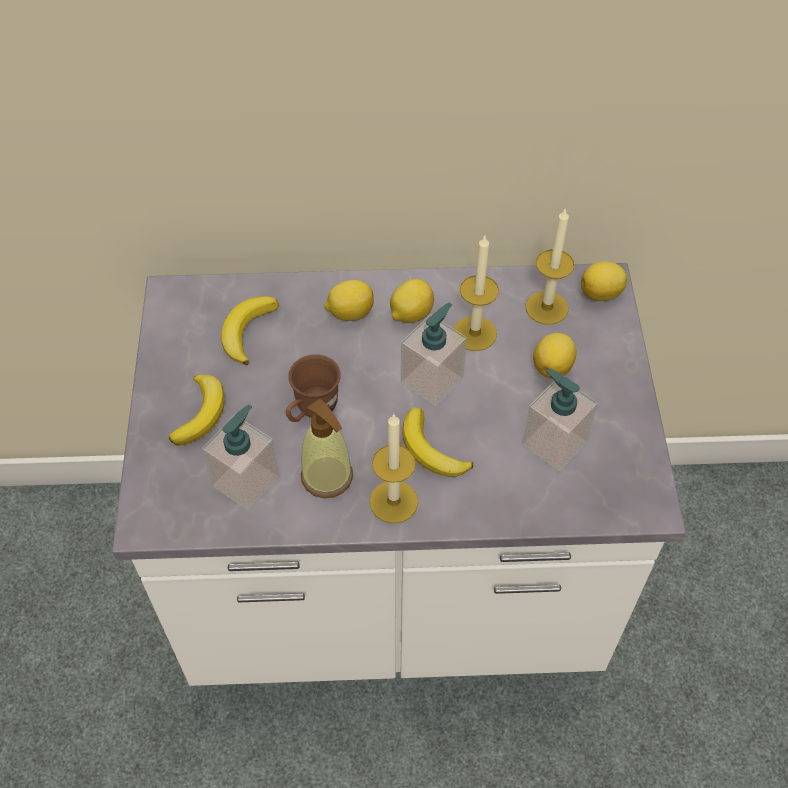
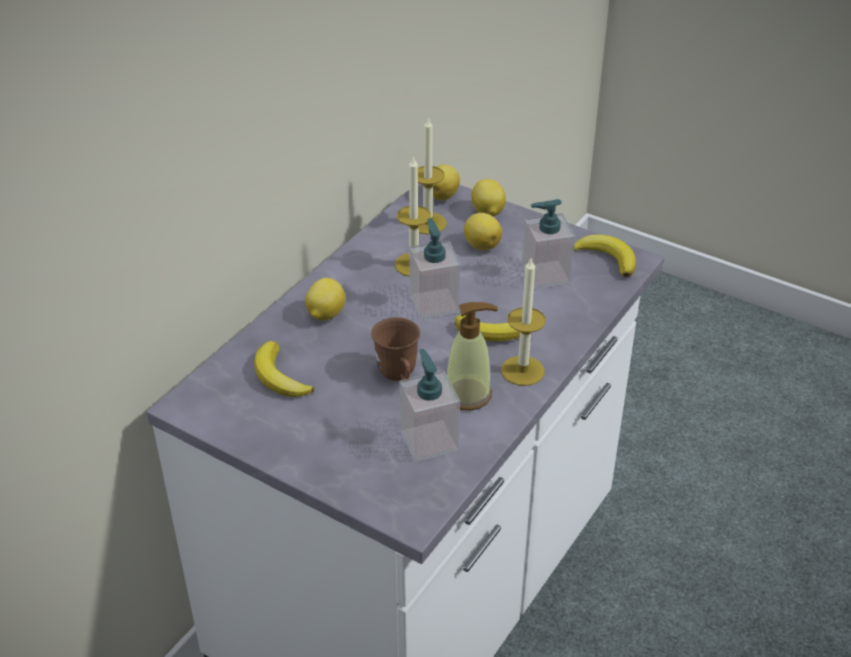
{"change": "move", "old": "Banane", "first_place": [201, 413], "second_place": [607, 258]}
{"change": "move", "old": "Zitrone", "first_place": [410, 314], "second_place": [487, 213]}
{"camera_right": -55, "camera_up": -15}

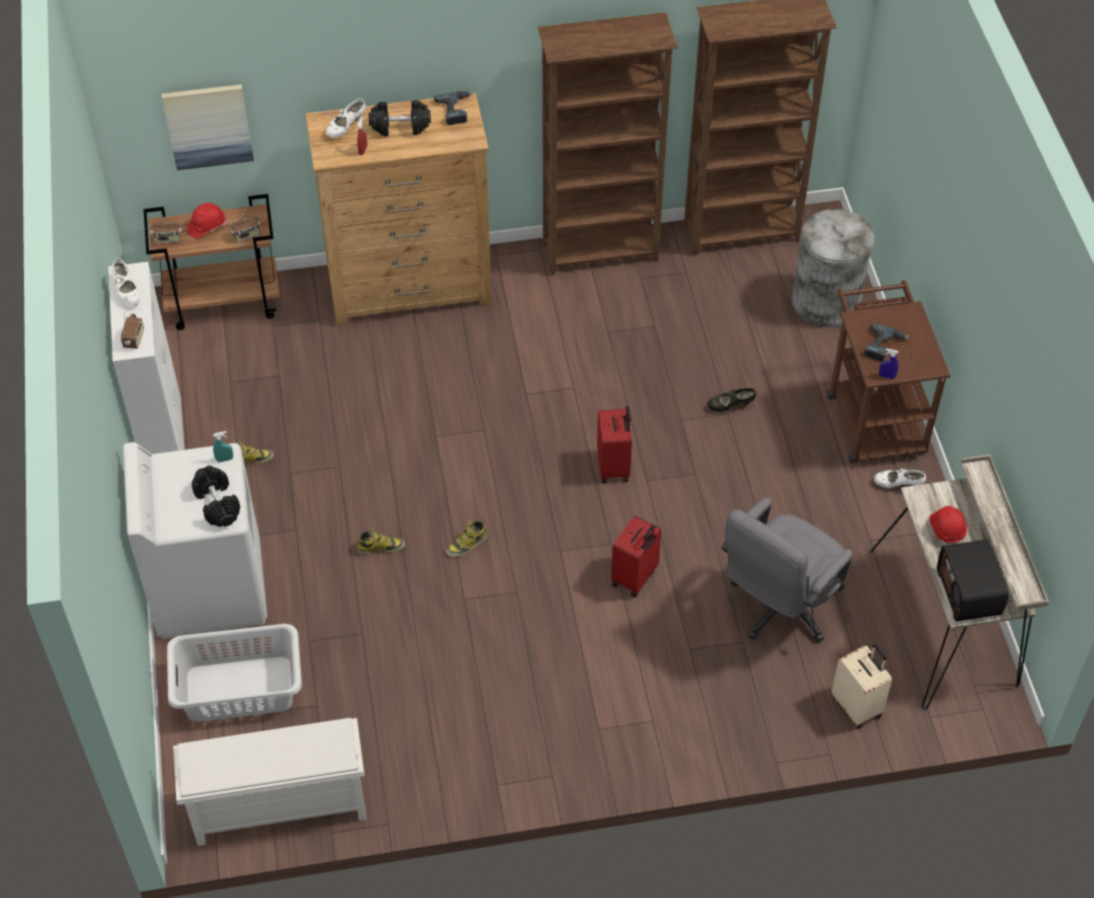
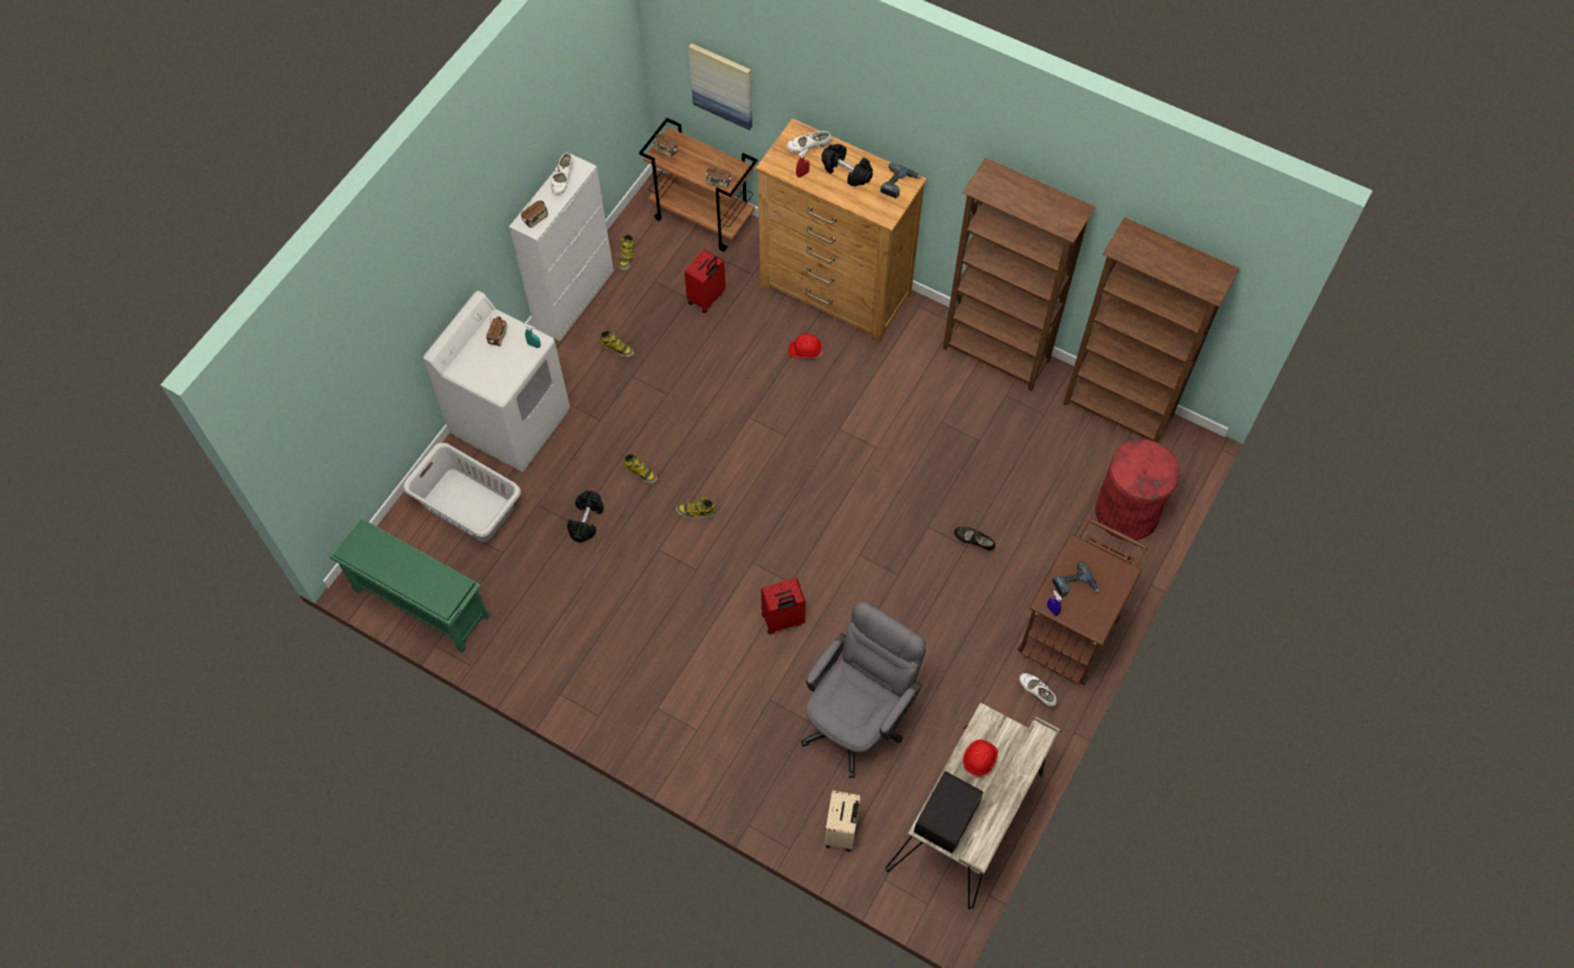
{"change": "recolor", "old": "Schuhregal (weiß)", "new": "Schuhregal (grün)", "first_place": [278, 808], "second_place": [419, 603]}
{"change": "move", "old": "Schutzhelm (rot)", "first_place": [207, 226], "second_place": [805, 351]}
{"change": "move", "old": "Hantel (schwarz)", "first_place": [218, 504], "second_place": [586, 521]}
{"change": "move", "old": "Koffer (rot)", "first_place": [614, 467], "second_place": [707, 298]}
{"change": "rotate", "old": "Bürostuhl (grau)", "first_place": [778, 608], "second_place": [858, 718], "degrees": 135}
{"change": "recolor", "old": "Mülleimer (grau)", "new": "Mülleimer (rot)", "first_place": [826, 302], "second_place": [1127, 512]}
{"change": "insert", "new": "Radio", "second_place": [498, 336]}
{"change": "insert", "new": "Stiefel", "second_place": [627, 256]}
{"camera_right": 40, "camera_up": 10}

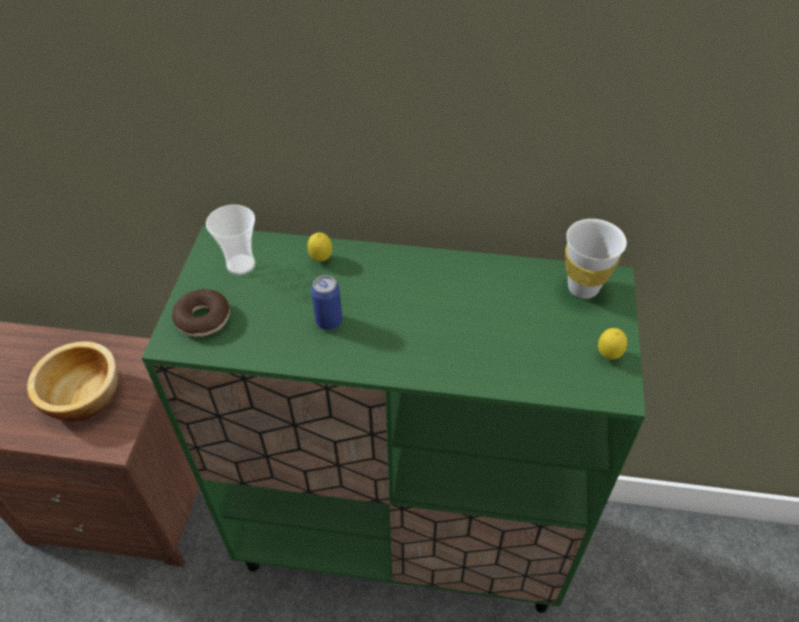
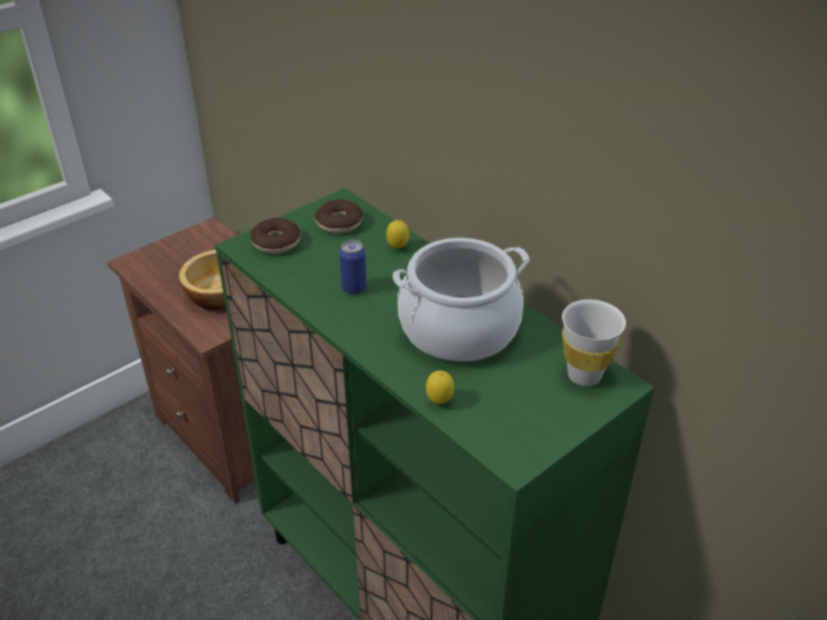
{"change": "replace", "old": "Tasse", "new": "Donut", "first_place": [241, 264], "second_place": [339, 223]}
{"change": "move", "old": "Zitrone", "first_place": [608, 356], "second_place": [439, 402]}
{"change": "insert", "new": "Kochtopf", "second_place": [458, 329]}
{"camera_right": 40, "camera_up": -10}

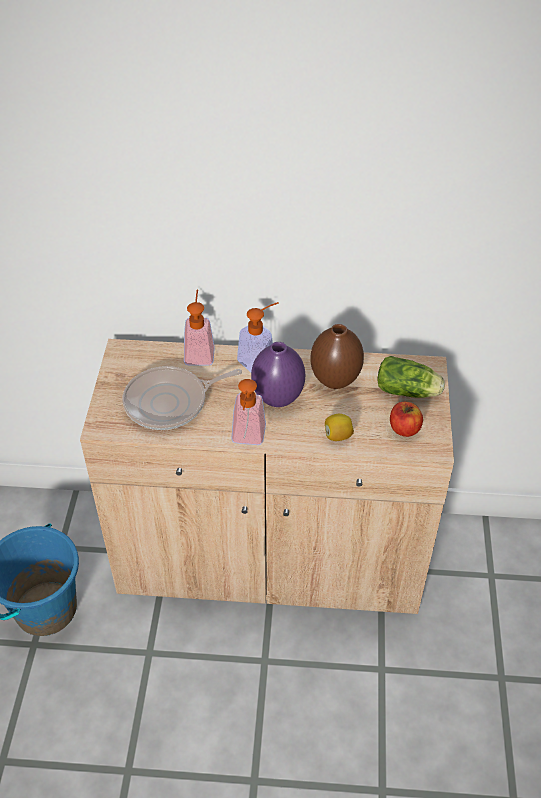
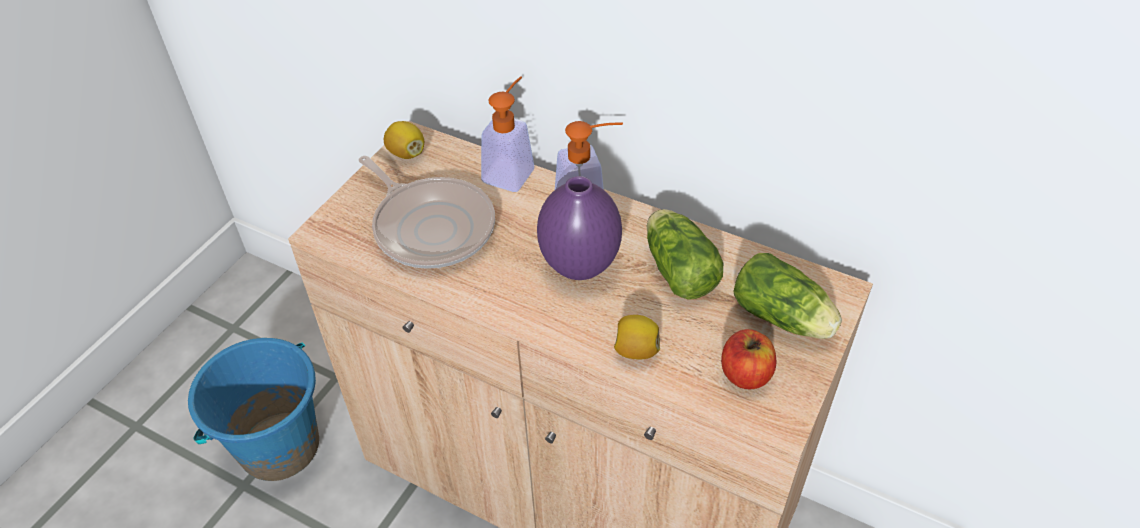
{"change": "rotate", "old": "Pfanne", "first_place": [170, 402], "second_place": [431, 226], "degrees": -135}
{"change": "delete", "old": "Seifenspender", "first_place": [248, 439]}
{"change": "replace", "old": "Vase (braun)", "new": "Salatkopf", "first_place": [335, 381], "second_place": [677, 268]}
{"change": "insert", "new": "Zitrone", "second_place": [406, 153]}
{"camera_right": 25, "camera_up": 0}

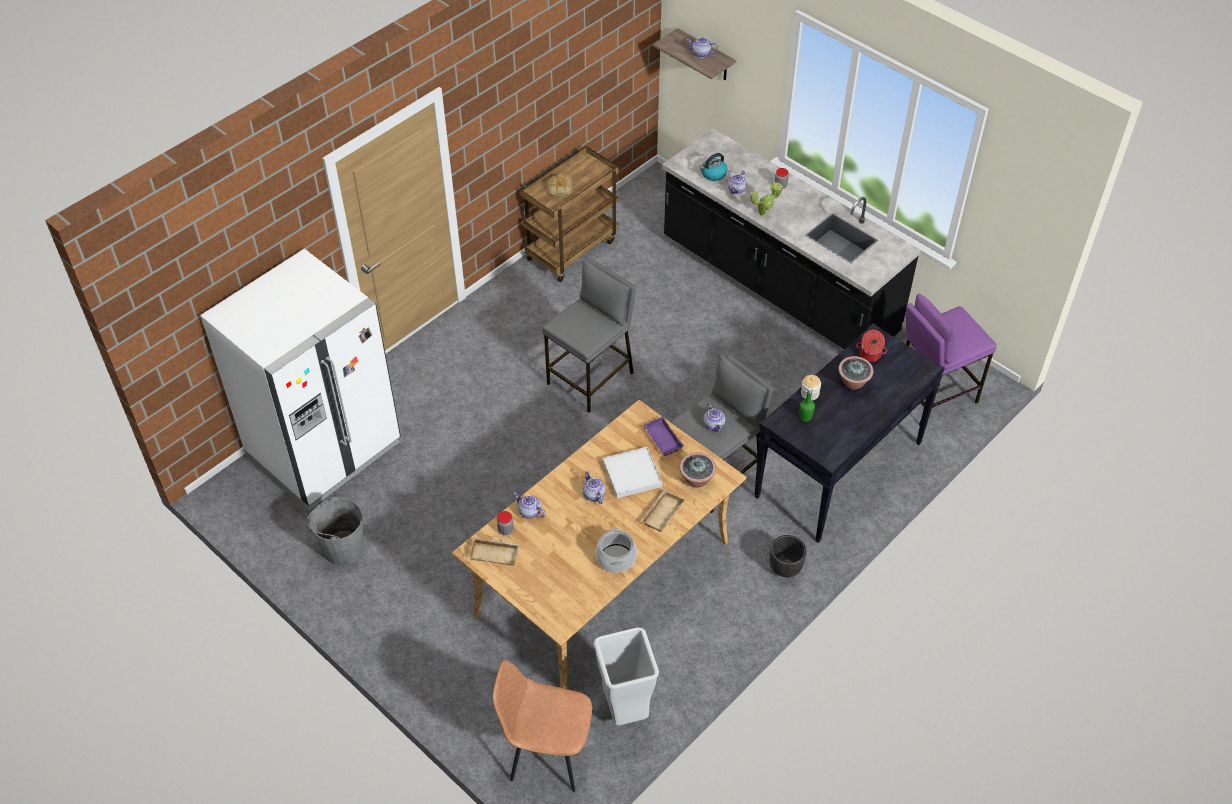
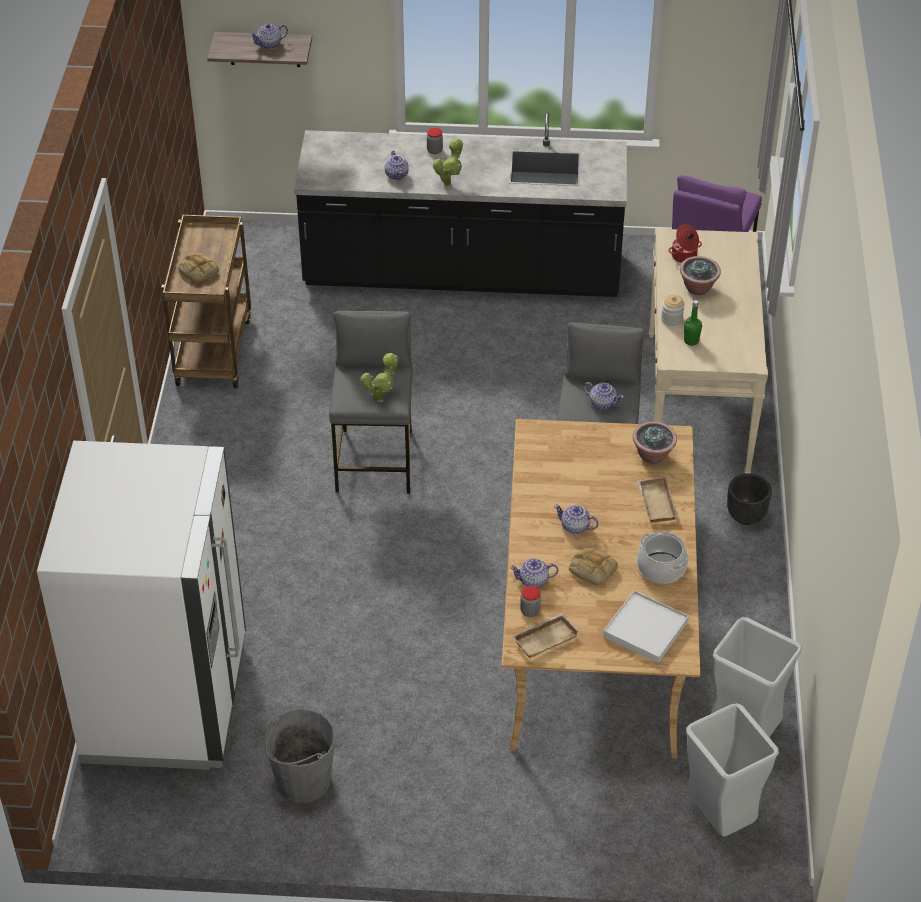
{"change": "replace", "old": "Stuhl (braun)", "new": "Mülleimer (grau)", "first_place": [547, 752], "second_place": [719, 818]}
{"change": "move", "old": "Tablett (weiß)", "first_place": [632, 474], "second_place": [645, 629]}
{"change": "delete", "old": "Tablett (lila)", "first_place": [661, 439]}
{"change": "delete", "old": "Wasserkessel", "first_place": [713, 174]}
{"change": "recolor", "old": "Konsolentisch (schwarz)", "new": "Konsolentisch (beige)", "first_place": [838, 470], "second_place": [697, 404]}
{"change": "insert", "new": "Topfpflanze", "second_place": [381, 398]}
{"change": "insert", "new": "Brot", "second_place": [591, 569]}
{"camera_right": -40, "camera_up": -5}

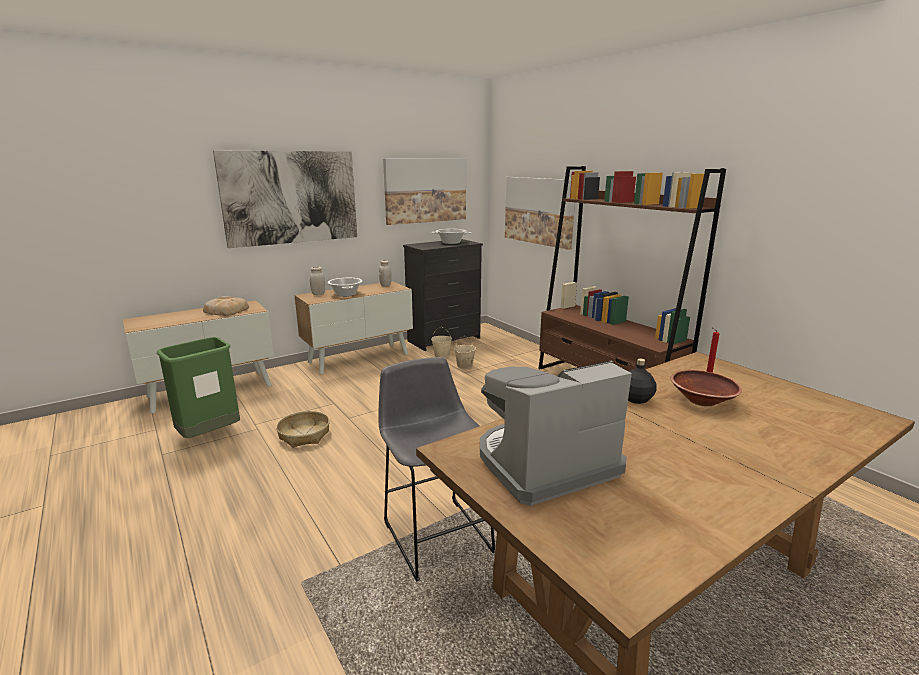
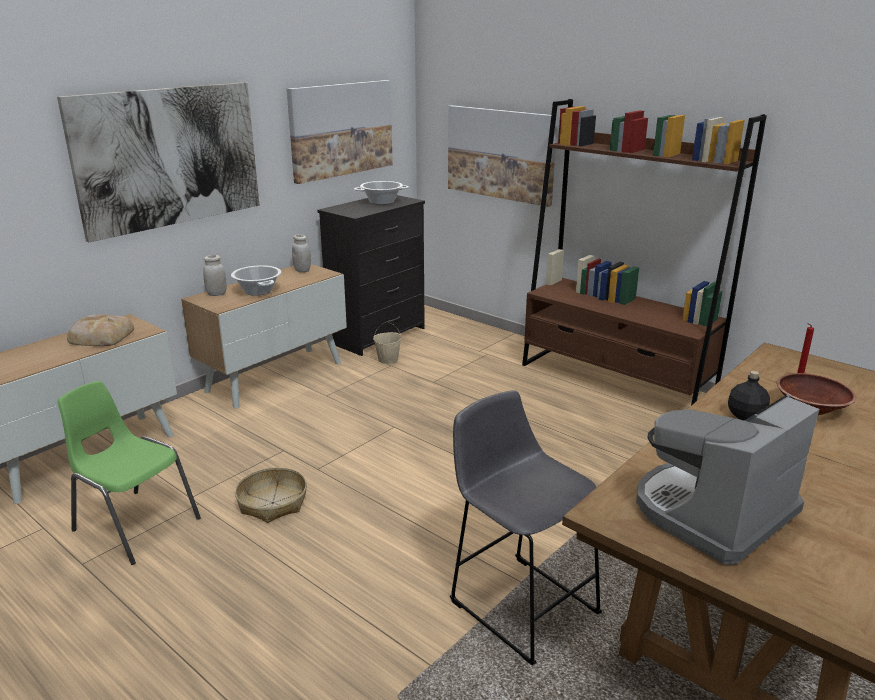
{"change": "replace", "old": "Mülleimer (grün)", "new": "Stuhl (grün)", "first_place": [210, 435], "second_place": [135, 524]}
{"change": "delete", "old": "Eimer (beige)", "first_place": [464, 366]}
{"camera_right": -15, "camera_up": 5}

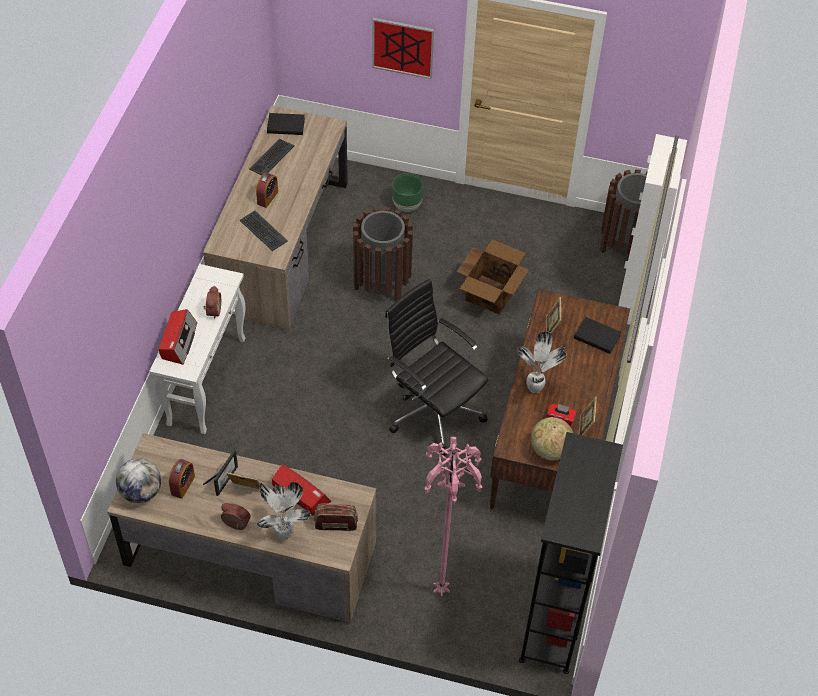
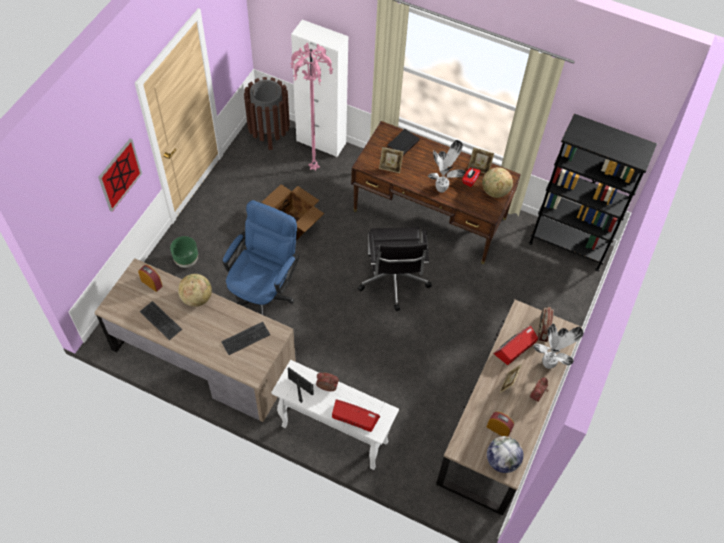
{"change": "move", "old": "Bilderrahmen", "first_place": [224, 478], "second_place": [298, 388]}
{"change": "move", "old": "Wecker", "first_place": [267, 198], "second_place": [151, 283]}
{"change": "delete", "old": "Buch (schwarz)", "first_place": [286, 125]}
{"change": "replace", "old": "Mülleimer (braun)", "new": "Bürostuhl (blau)", "first_place": [382, 283], "second_place": [264, 292]}
{"change": "rotate", "old": "Bürostuhl (schwarz)", "first_place": [433, 410], "second_place": [393, 281], "degrees": -60}
{"change": "move", "old": "Stehlampe (rosa)", "first_place": [442, 589], "second_place": [313, 167]}
{"change": "insert", "new": "Globus", "second_place": [196, 298]}
{"camera_right": -80, "camera_up": 5}

